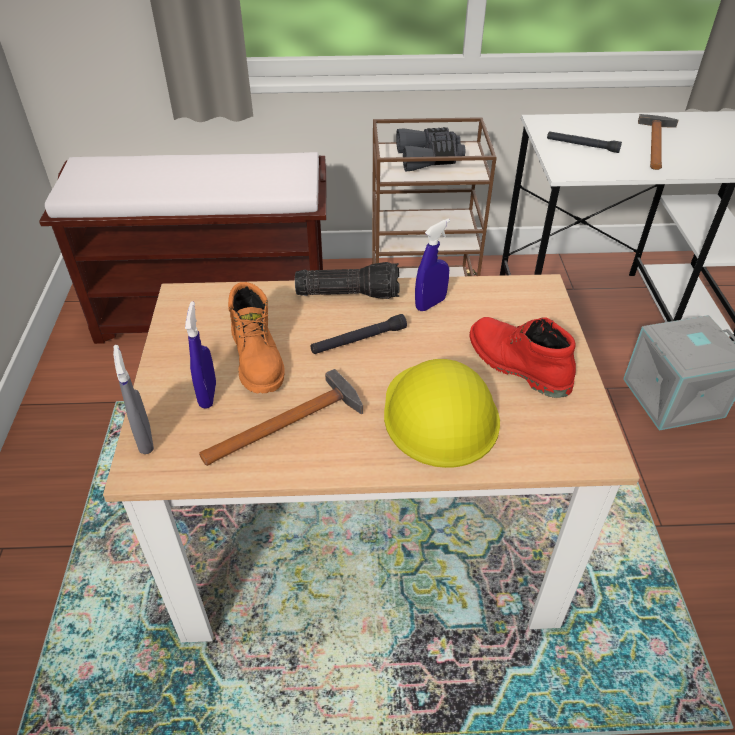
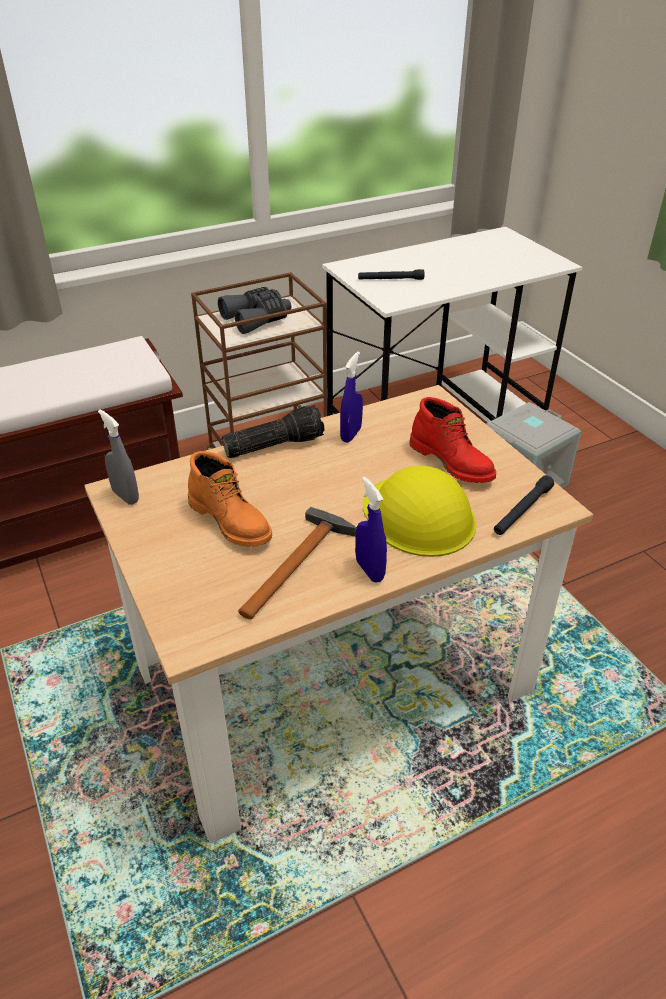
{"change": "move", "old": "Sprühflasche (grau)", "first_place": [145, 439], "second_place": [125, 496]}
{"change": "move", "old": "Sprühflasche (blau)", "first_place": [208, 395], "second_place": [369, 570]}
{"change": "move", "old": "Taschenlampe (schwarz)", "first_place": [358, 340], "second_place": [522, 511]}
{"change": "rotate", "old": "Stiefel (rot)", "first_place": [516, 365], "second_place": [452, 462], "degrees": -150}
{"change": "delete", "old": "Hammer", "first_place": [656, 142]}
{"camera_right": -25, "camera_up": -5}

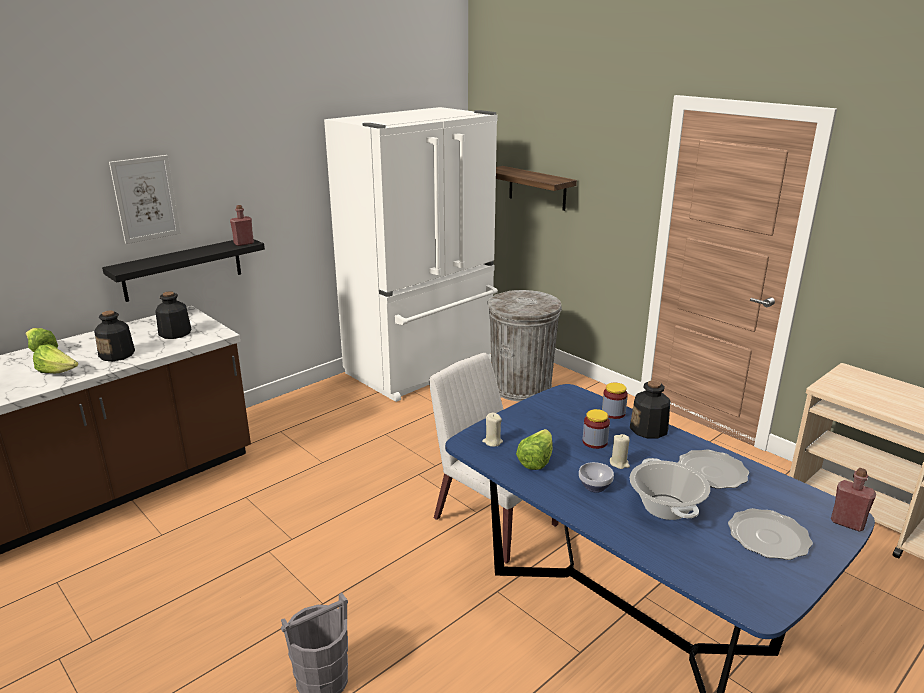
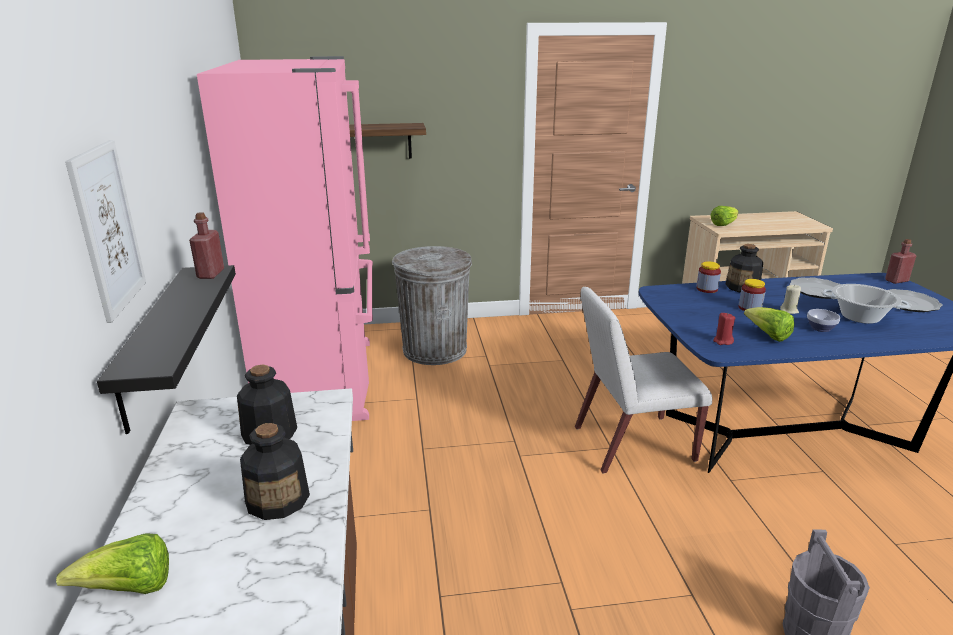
{"change": "move", "old": "Salatkopf", "first_place": [58, 372], "second_place": [723, 224]}
{"change": "recolor", "old": "Kühlschrank (weiß)", "new": "Kühlschrank (rosa)", "first_place": [423, 368], "second_place": [323, 381]}
{"change": "recolor", "old": "Kerze (beige)", "new": "Kerze (rot)", "first_place": [492, 442], "second_place": [722, 341]}
{"camera_right": -55, "camera_up": 0}

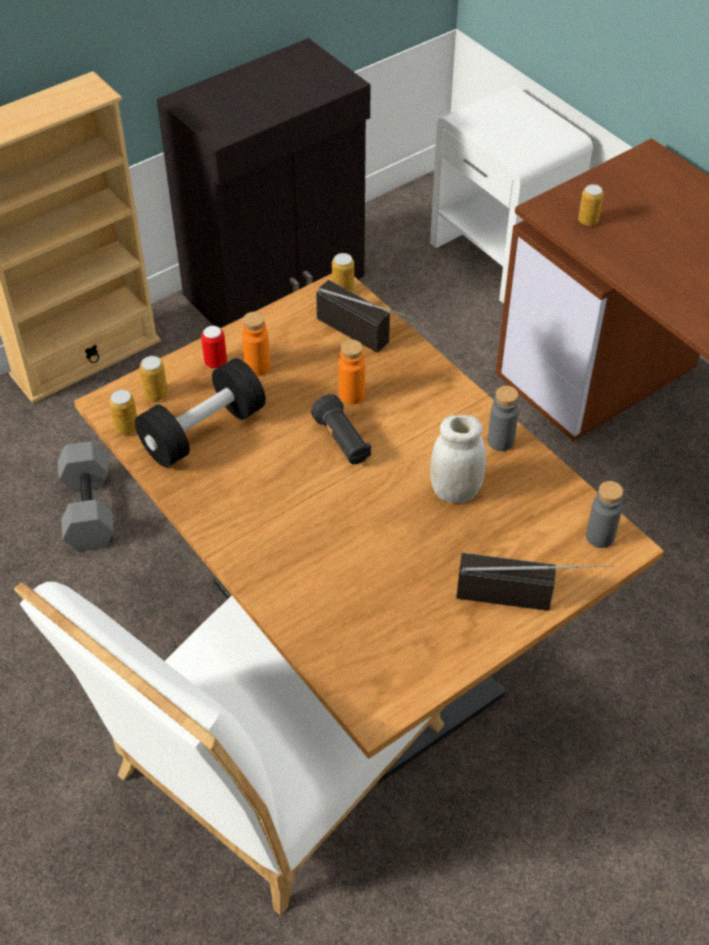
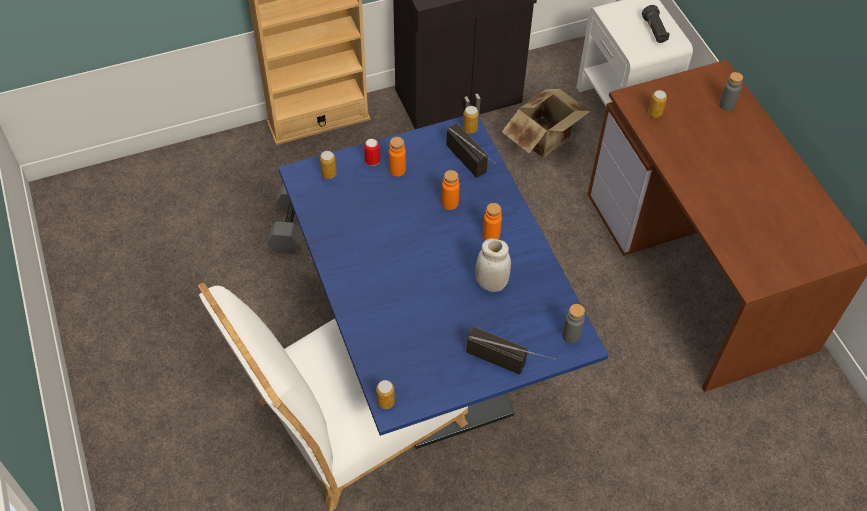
{"change": "recolor", "old": "Esstisch (braun)", "new": "Esstisch (blau)", "first_place": [354, 637], "second_place": [431, 352]}
{"change": "move", "old": "Dose", "first_place": [127, 428], "second_place": [385, 402]}
{"change": "delete", "old": "Hantel (schwarz)", "first_place": [203, 431]}
{"change": "move", "old": "Taschenlampe (schwarz)", "first_place": [342, 441], "second_place": [654, 31]}
{"change": "move", "old": "Flasche (grau)", "first_place": [500, 441], "second_place": [726, 105]}
{"change": "insert", "new": "Flasche (orange)", "second_place": [491, 235]}
{"change": "insert", "new": "Karton", "second_place": [546, 140]}
{"camera_right": 15, "camera_up": 5}

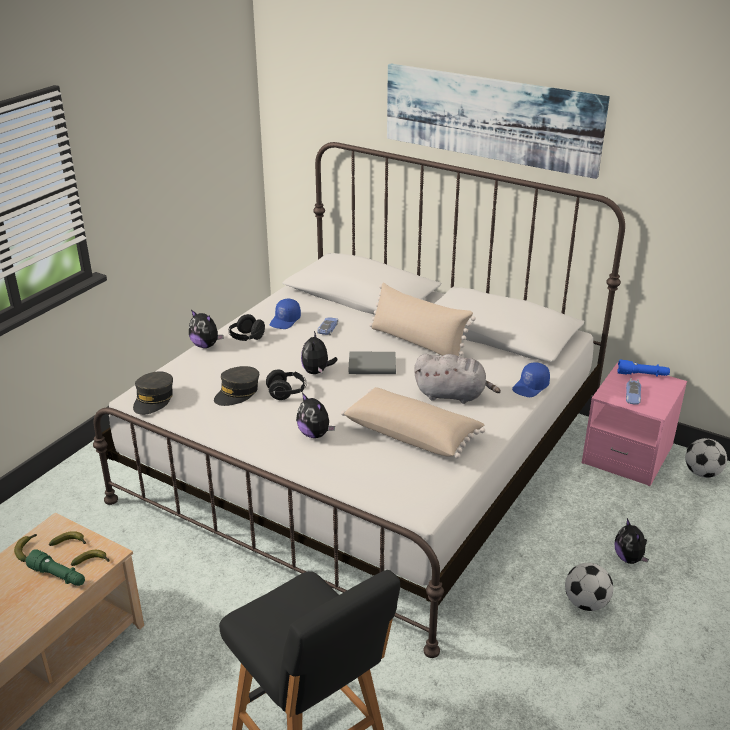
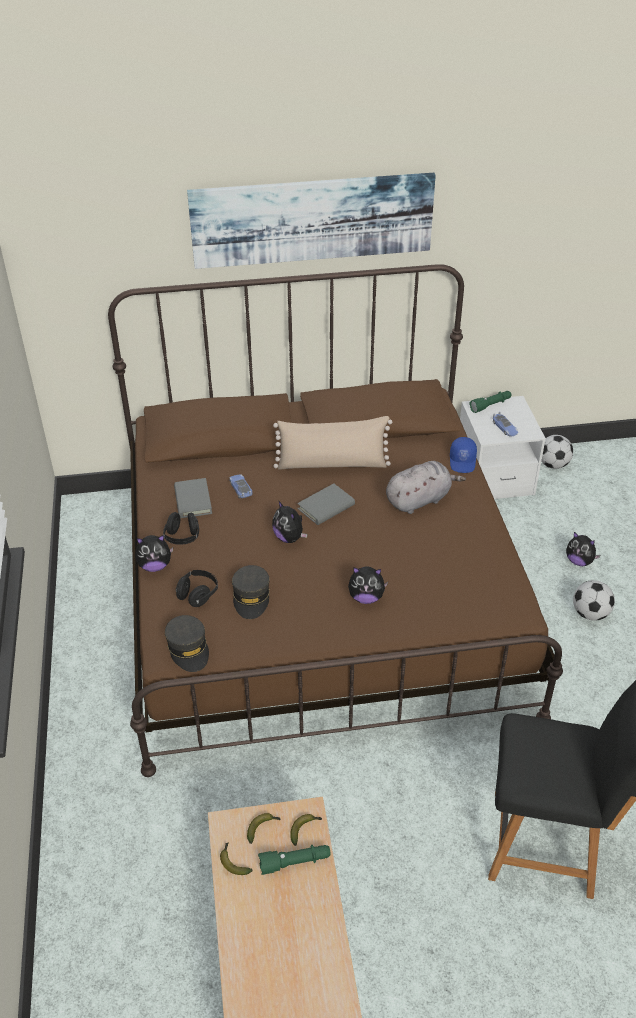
{"change": "recolor", "old": "Bett (weiß)", "new": "Bett (braun)", "first_place": [365, 460], "second_place": [318, 594]}
{"change": "move", "old": "Kopfhörer (schwarz)", "first_place": [287, 393], "second_place": [198, 594]}
{"change": "replace", "old": "Kappe (blau)", "new": "Buch (grau)", "first_place": [285, 321], "second_place": [193, 500]}
{"change": "delete", "old": "Kissen (beige)", "first_place": [412, 434]}
{"change": "recolor", "old": "Nachttisch (rosa)", "new": "Nachttisch (weiß)", "first_place": [627, 455], "second_place": [494, 476]}
{"change": "recolor", "old": "Taschenlampe (blau)", "new": "Taschenlampe (grün)", "first_place": [642, 375], "second_place": [490, 405]}
{"camera_right": -40, "camera_up": 10}

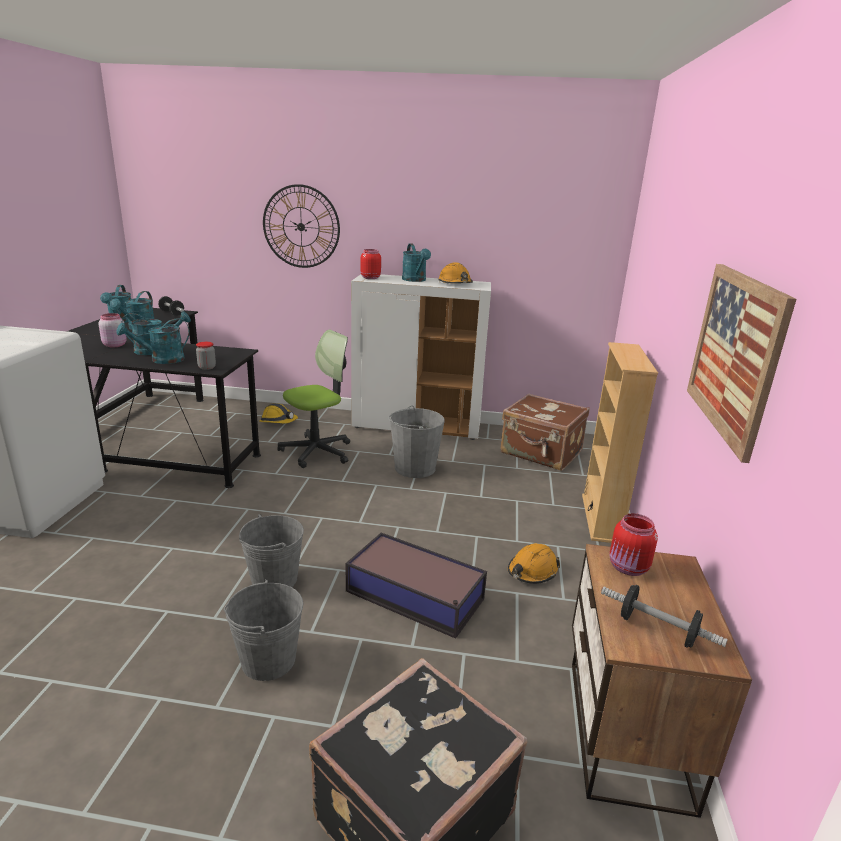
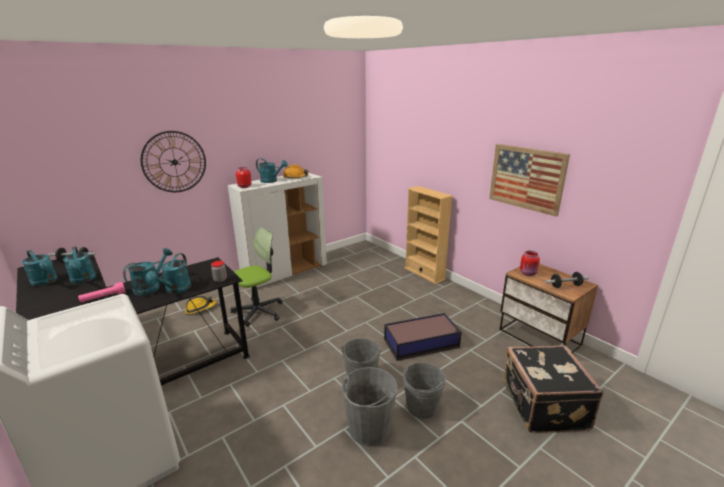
{"change": "replace", "old": "Vorratsglas (rosa)", "new": "Taschenlampe (rosa)", "first_place": [114, 345], "second_place": [103, 298]}
{"change": "rotate", "old": "Bürostuhl", "first_place": [317, 451], "second_place": [258, 311], "degrees": 45}
{"change": "move", "old": "Eimer (grau)", "first_place": [414, 468], "second_place": [369, 428]}
{"change": "delete", "old": "Koffer (braun)", "first_place": [541, 453]}
{"change": "delete", "old": "Schutzhelm (orange)", "first_place": [532, 571]}
{"camera_right": -45, "camera_up": 0}

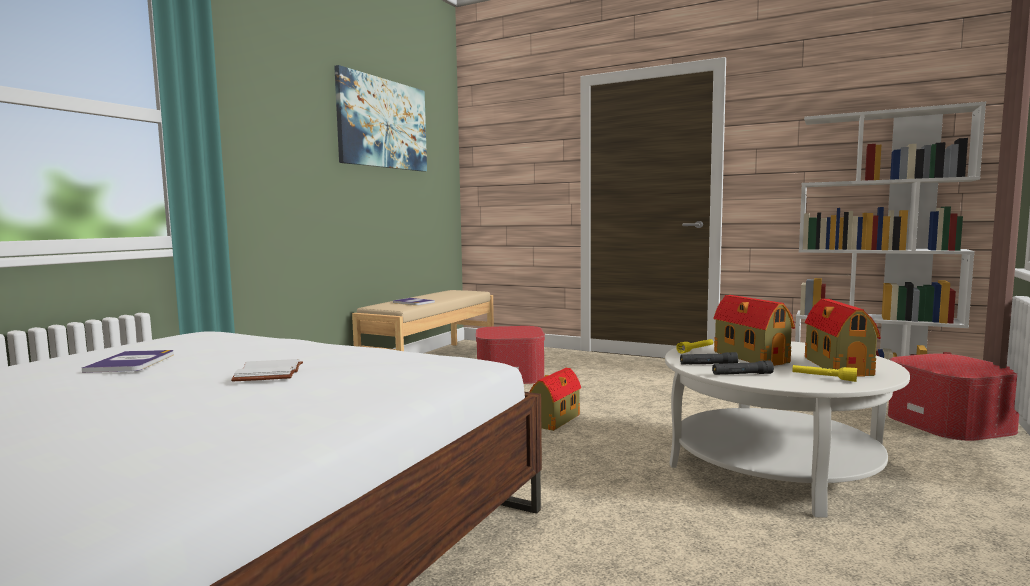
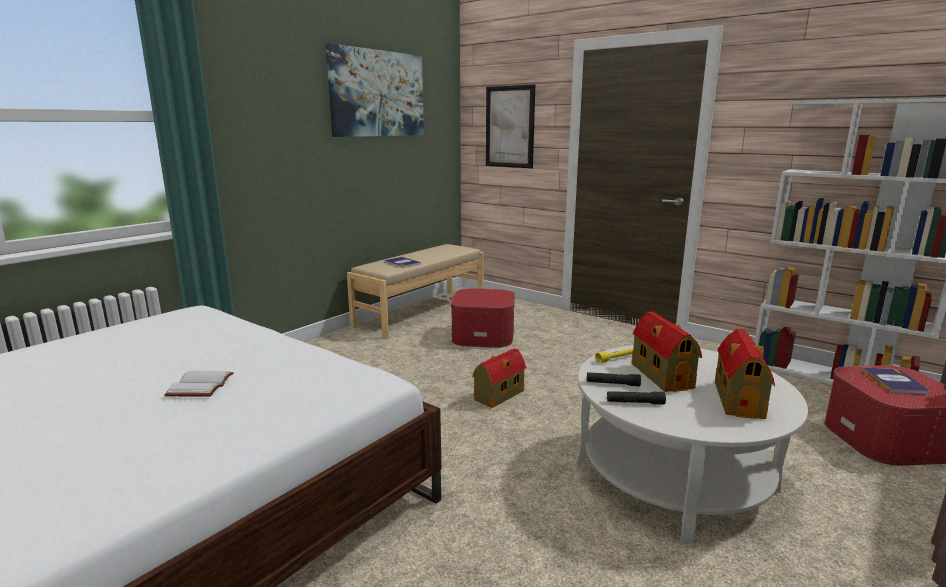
{"change": "move", "old": "Buch", "first_place": [131, 362], "second_place": [894, 381]}
{"change": "delete", "old": "Taschenlampe (gelb)", "first_place": [823, 378]}
{"change": "insert", "new": "Bild", "second_place": [509, 127]}
{"camera_right": 10, "camera_up": 10}

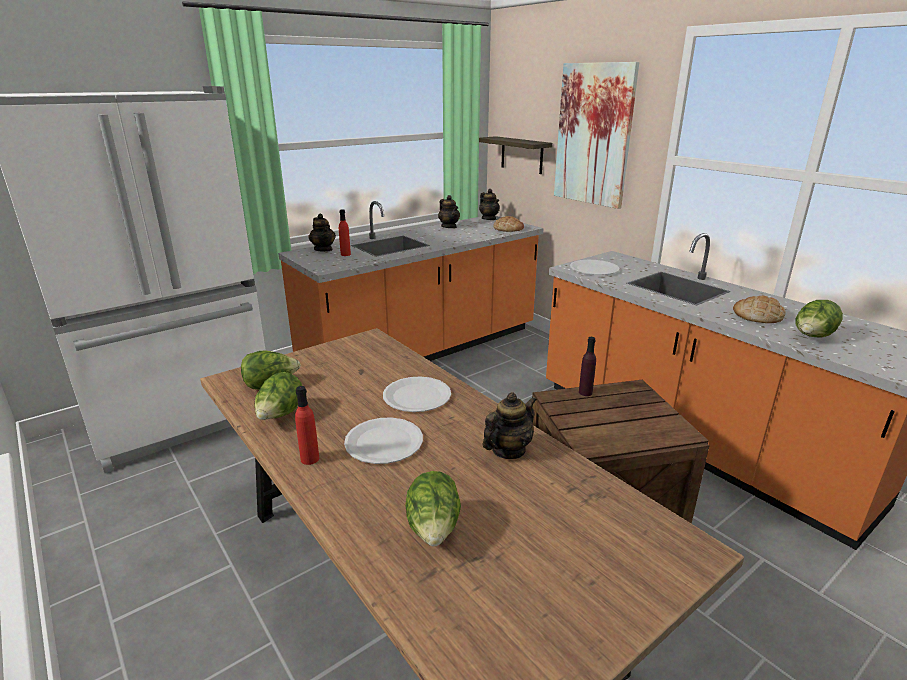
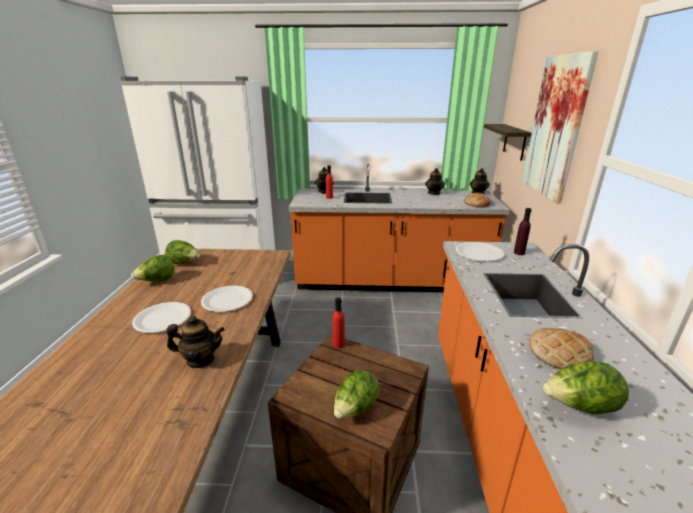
{"change": "move", "old": "Flasche (rot)", "first_place": [310, 459], "second_place": [338, 344]}
{"change": "move", "old": "Salatkopf", "first_place": [434, 530], "second_place": [355, 409]}
{"change": "move", "old": "Flasche (lila)", "first_place": [585, 392], "second_place": [519, 253]}
{"camera_right": 40, "camera_up": 0}

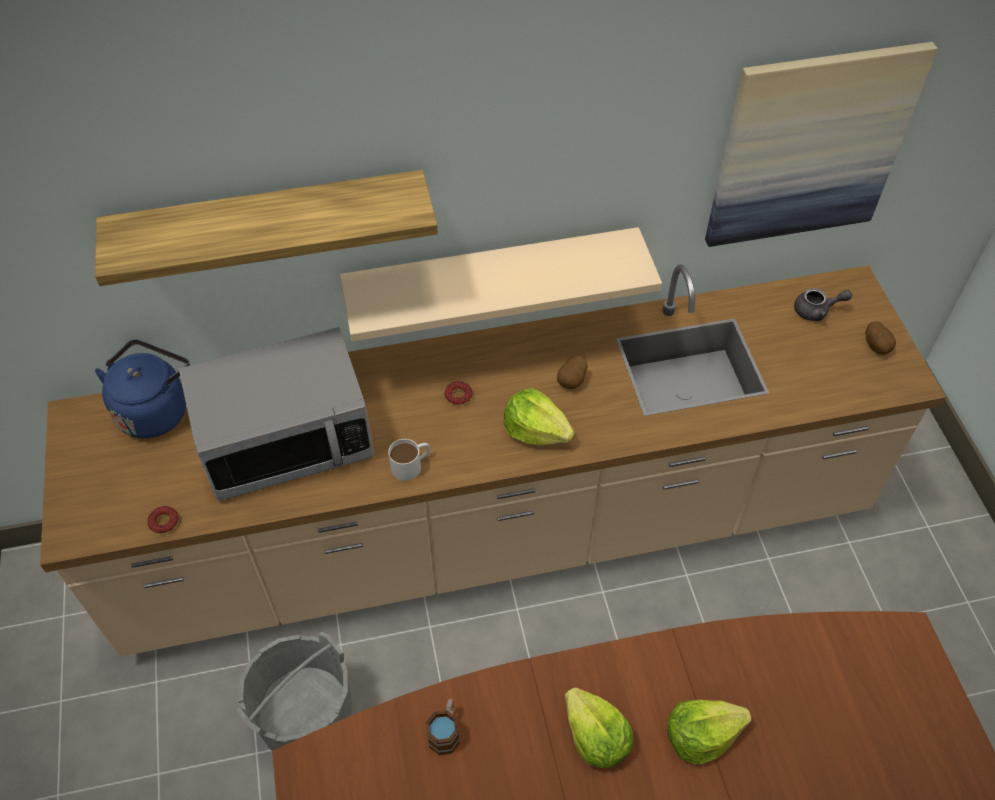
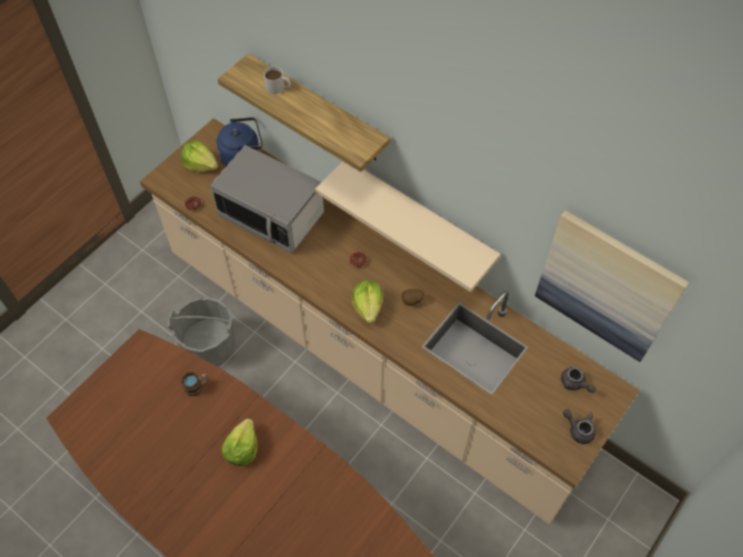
{"change": "move", "old": "Henkelbecher (weiß)", "first_place": [411, 465], "second_place": [278, 88]}
{"change": "move", "old": "Salatkopf", "first_place": [701, 735], "second_place": [200, 164]}
{"change": "replace", "old": "Kartoffel", "new": "Teekanne (grau)", "first_place": [877, 347], "second_place": [578, 429]}
{"camera_right": 50, "camera_up": 5}

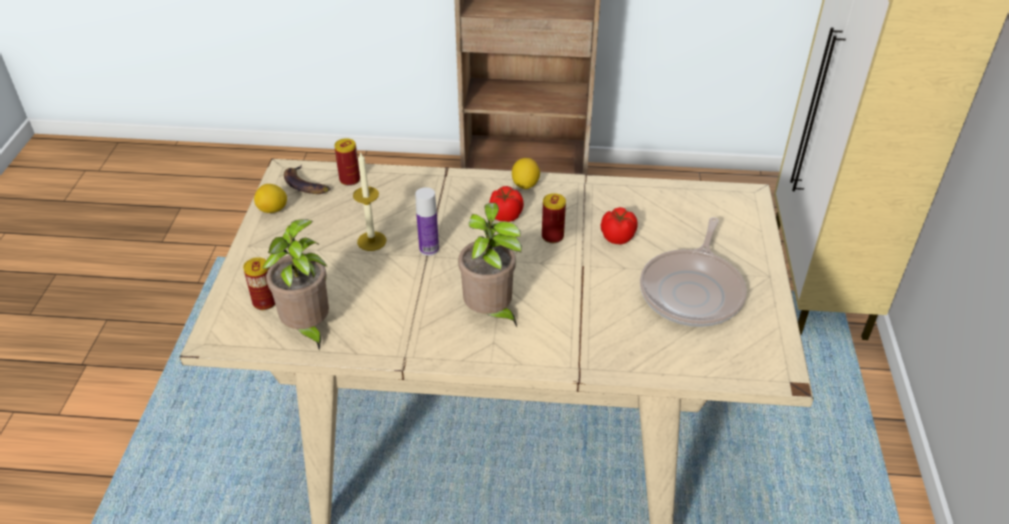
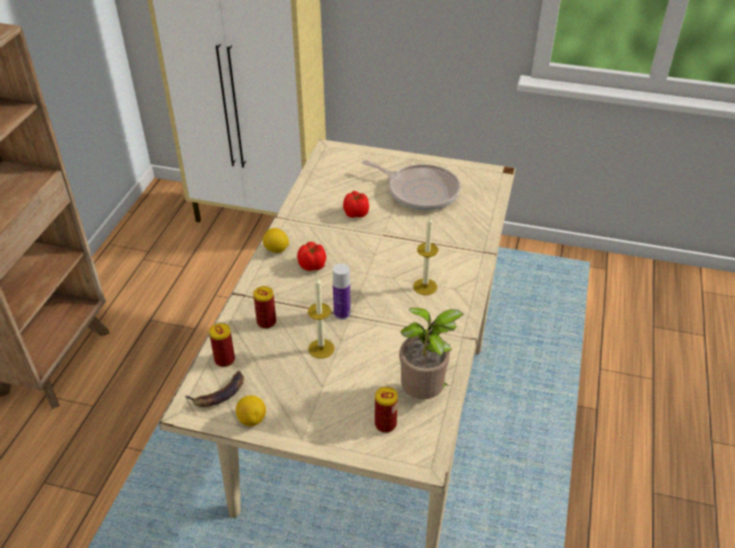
{"change": "replace", "old": "Topfpflanze", "new": "Kerze", "first_place": [490, 314], "second_place": [425, 286]}
{"change": "move", "old": "Dose", "first_place": [552, 236], "second_place": [266, 322]}
{"camera_right": -80, "camera_up": 0}

